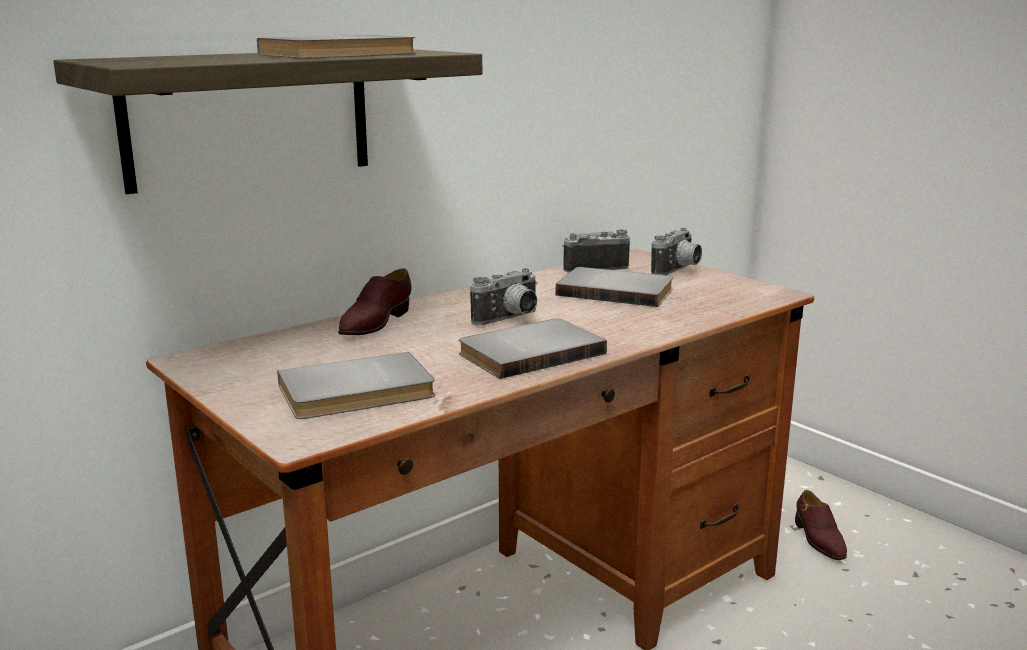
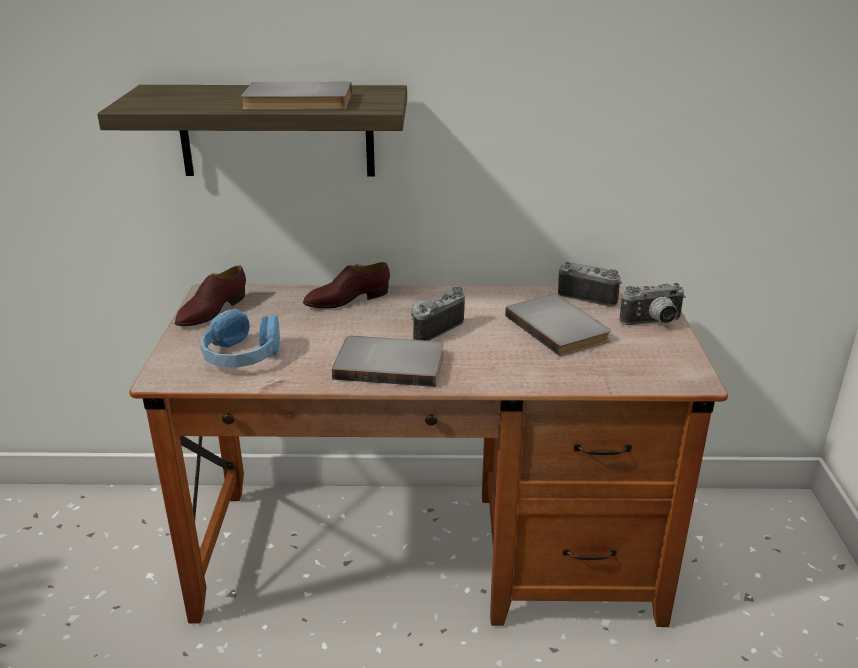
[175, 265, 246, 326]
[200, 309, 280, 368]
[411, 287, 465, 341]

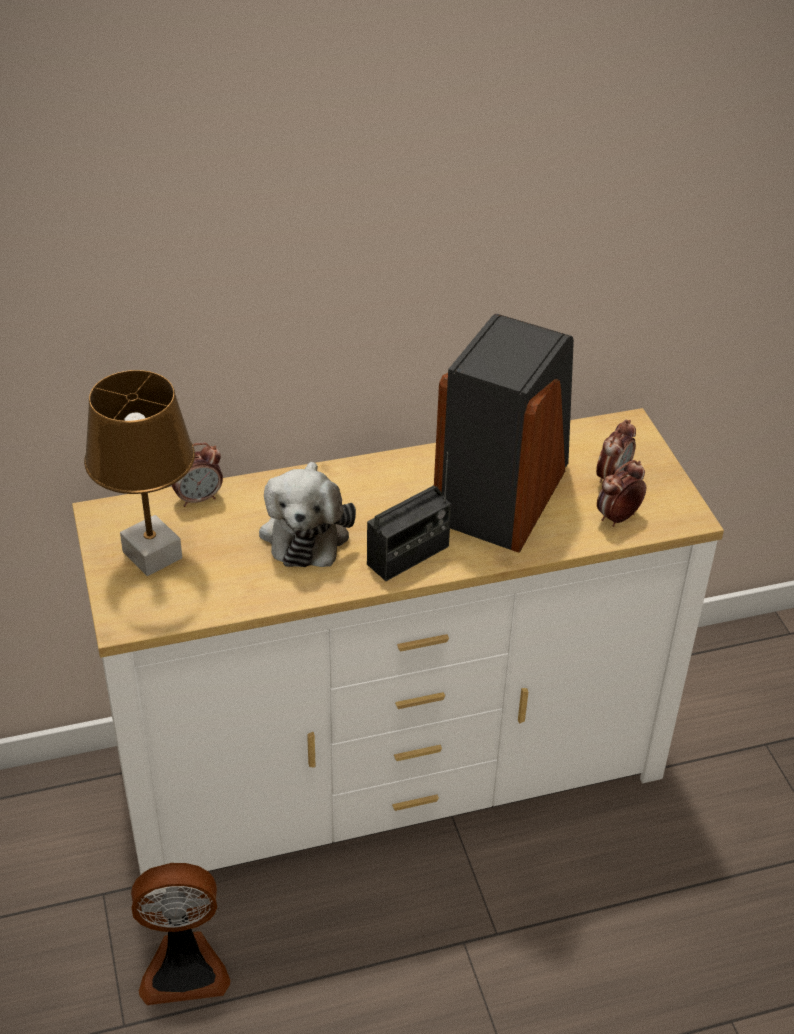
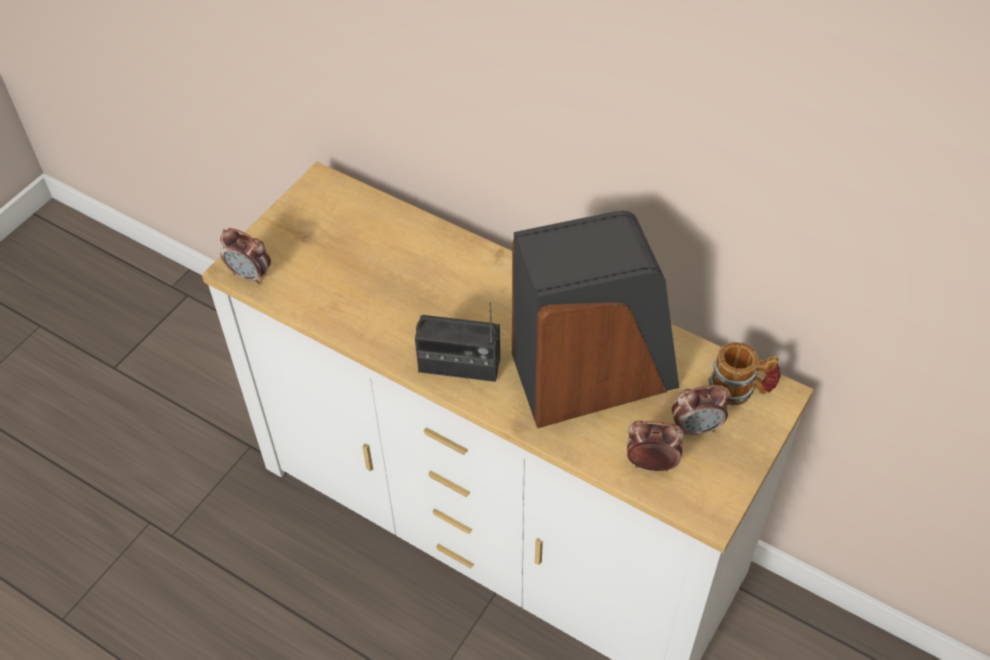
[220, 228, 271, 285]
[708, 342, 781, 405]
[84, 370, 195, 576] (first image)
[131, 863, 230, 1005] (first image)
[259, 462, 356, 567] (first image)

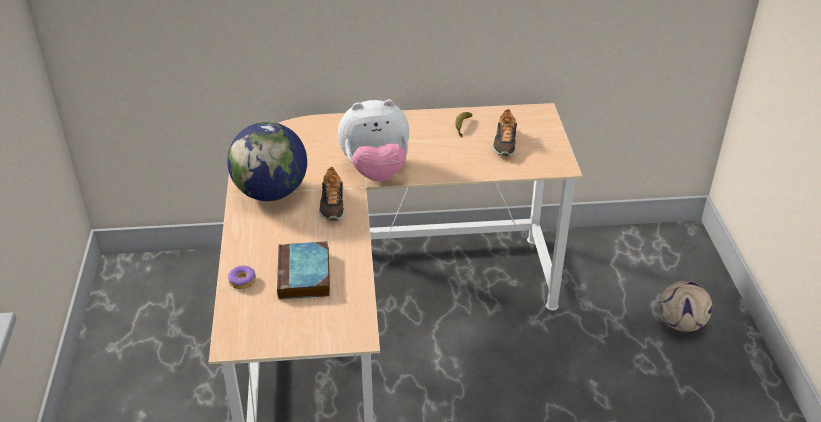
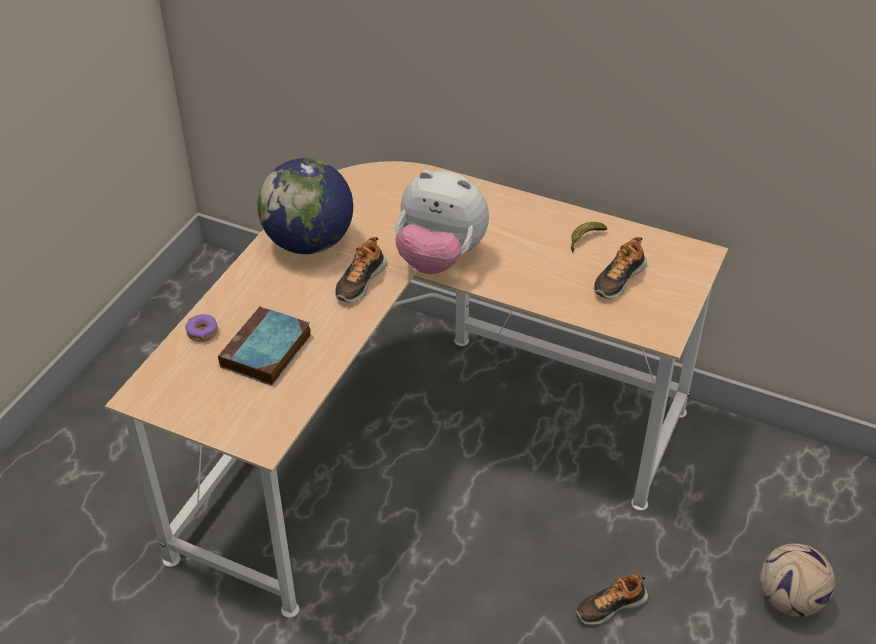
[576, 574, 648, 625]

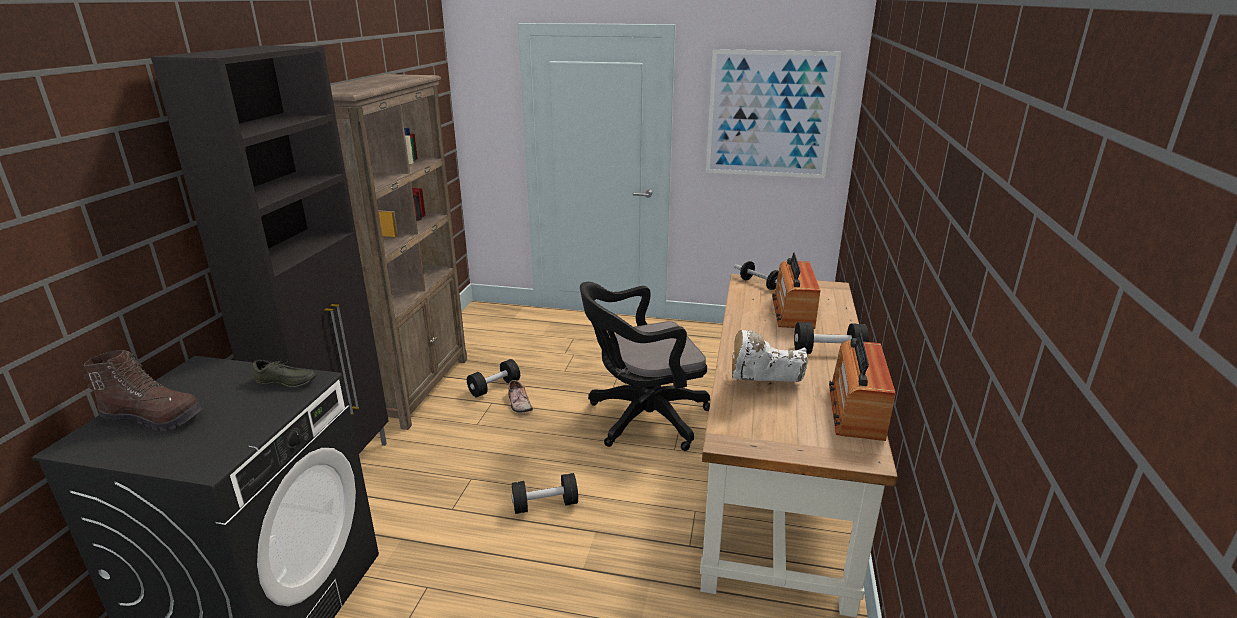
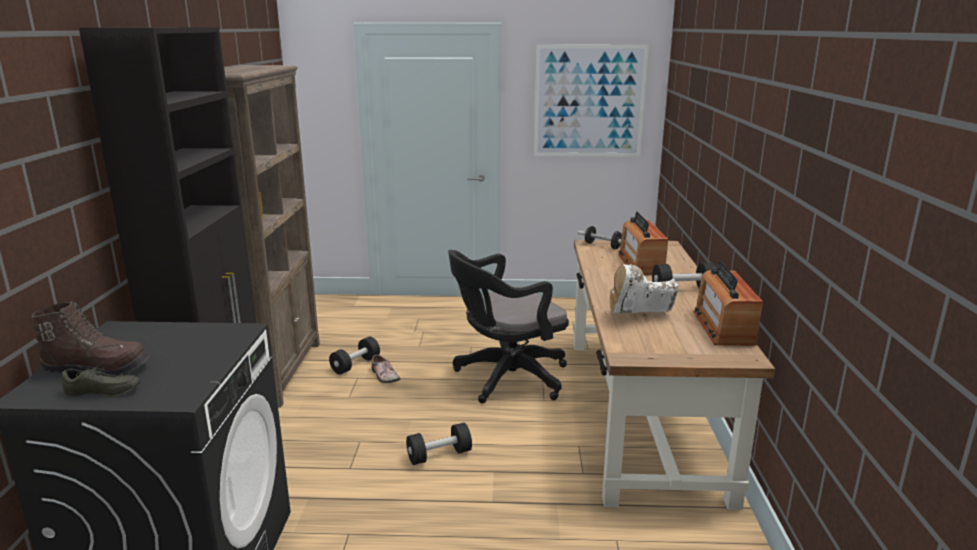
[62, 365, 141, 397]

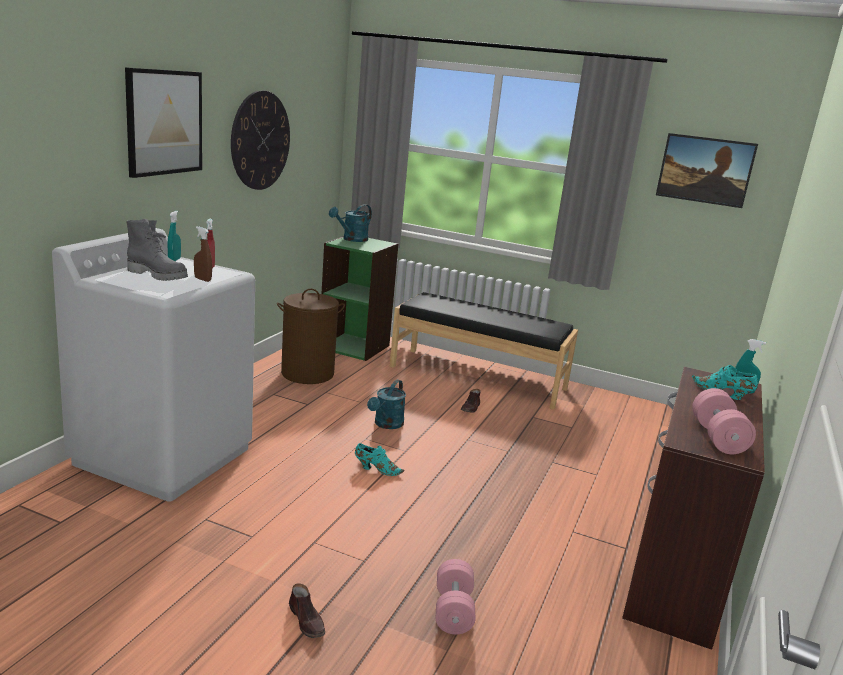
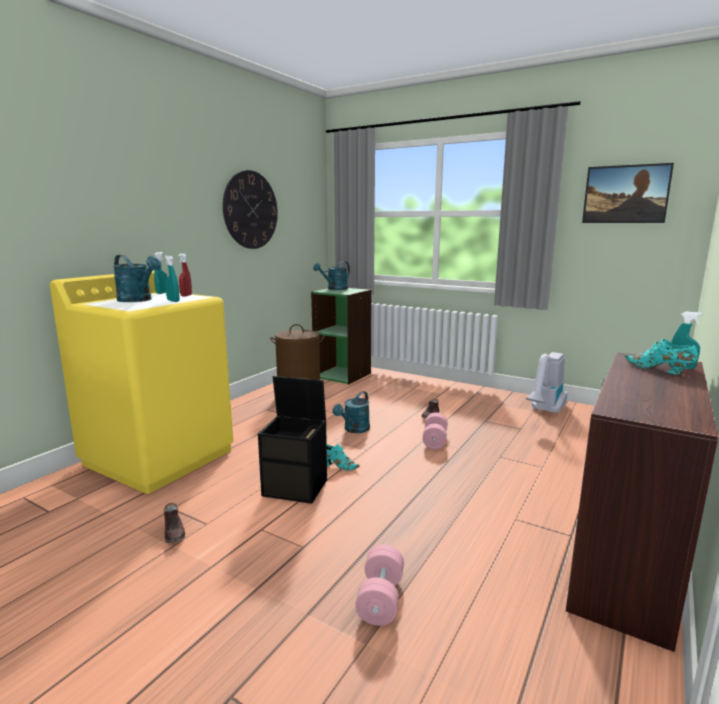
[50, 271, 233, 494]
[113, 255, 161, 302]
[164, 256, 180, 302]
[164, 503, 185, 543]
[258, 376, 327, 504]
[422, 413, 448, 449]
[525, 352, 567, 414]
[125, 67, 202, 178] (first image)
[390, 292, 578, 410] (first image)

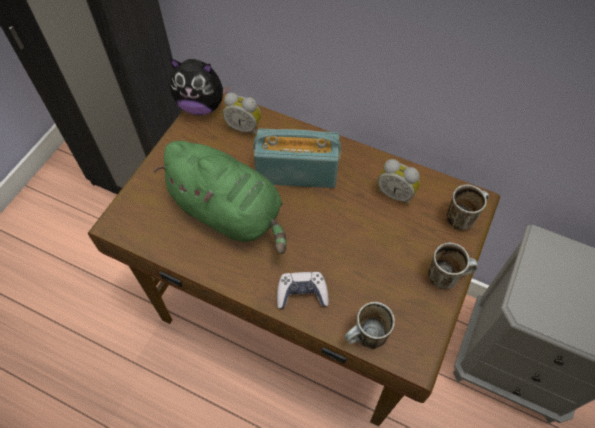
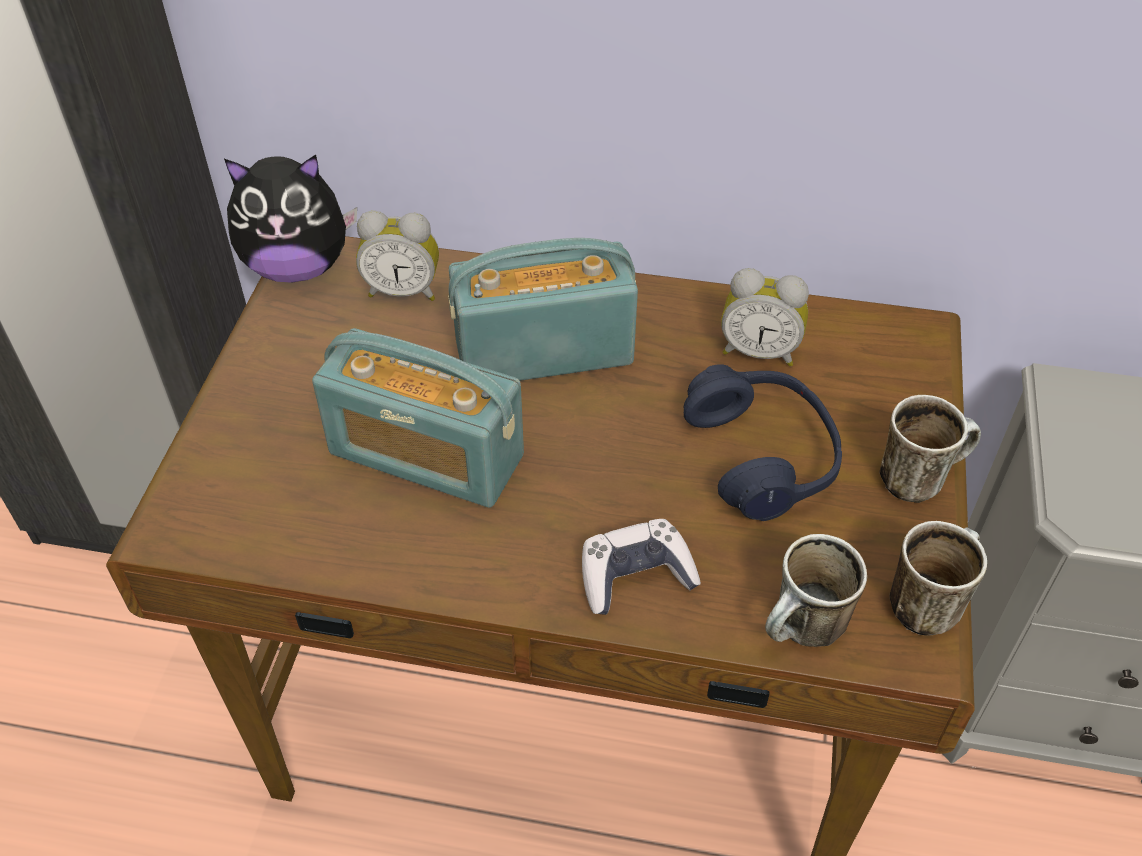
[312, 328, 524, 508]
[684, 364, 842, 521]
[889, 521, 987, 636]

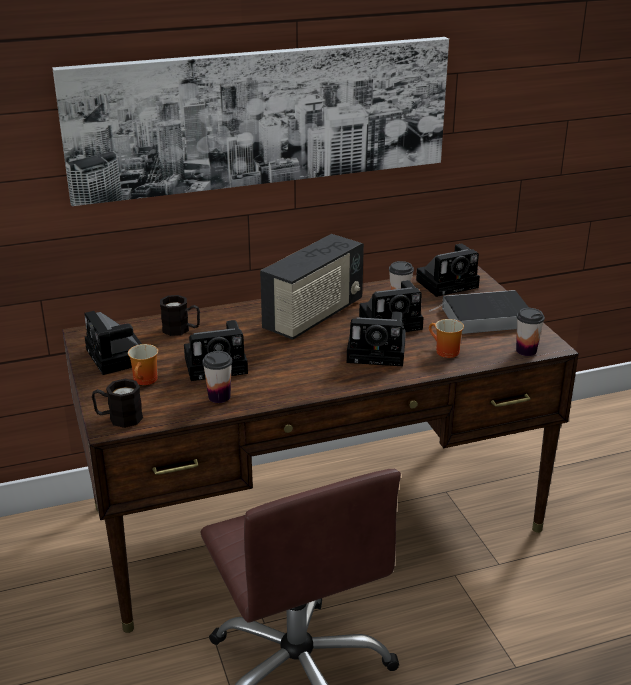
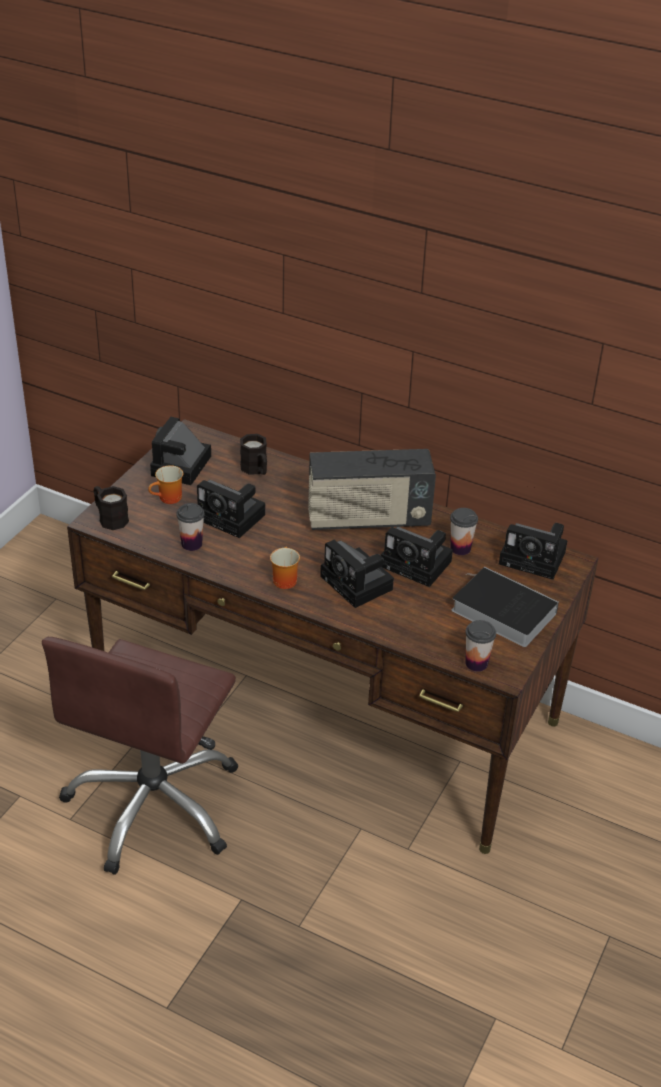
[270, 547, 300, 589]
[52, 37, 449, 206] (first image)

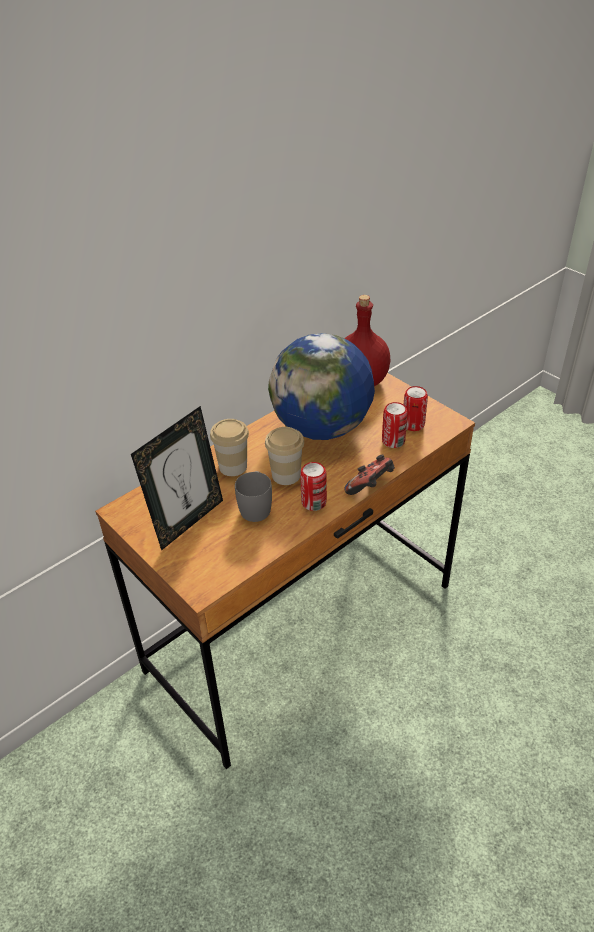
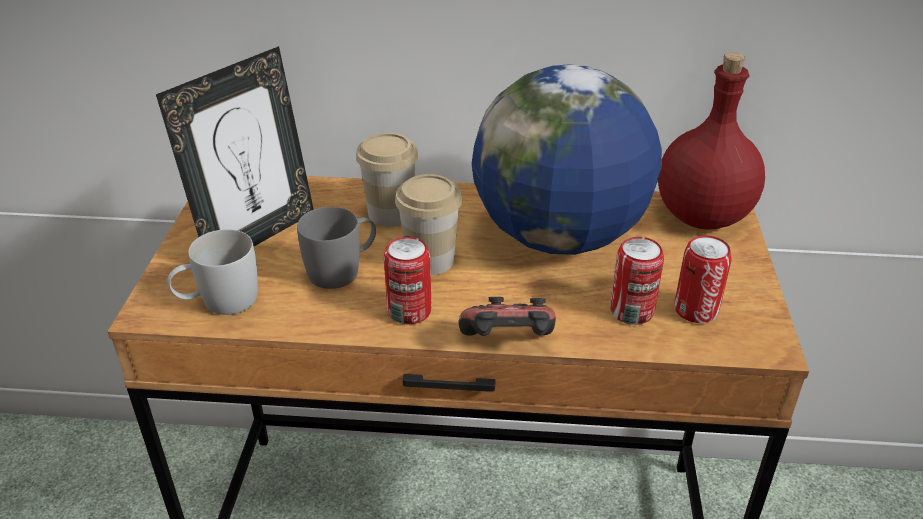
[156, 46, 314, 246]
[168, 229, 258, 315]

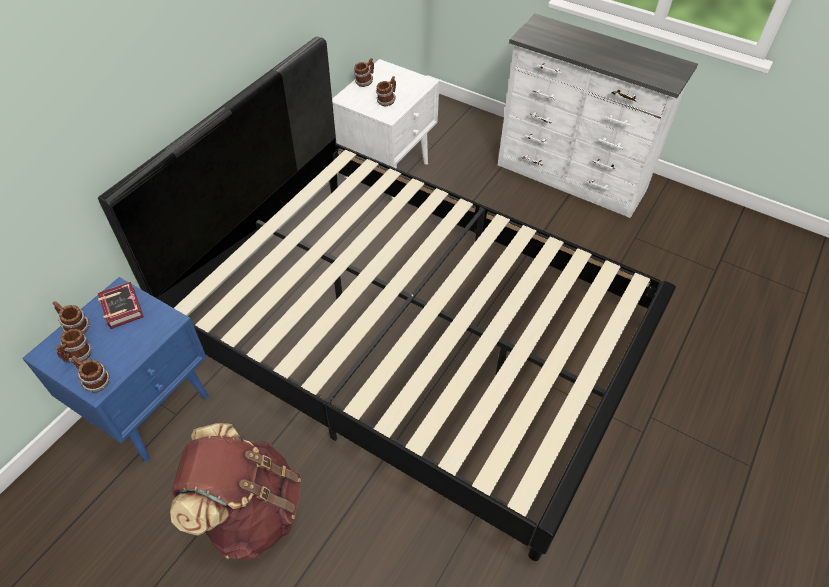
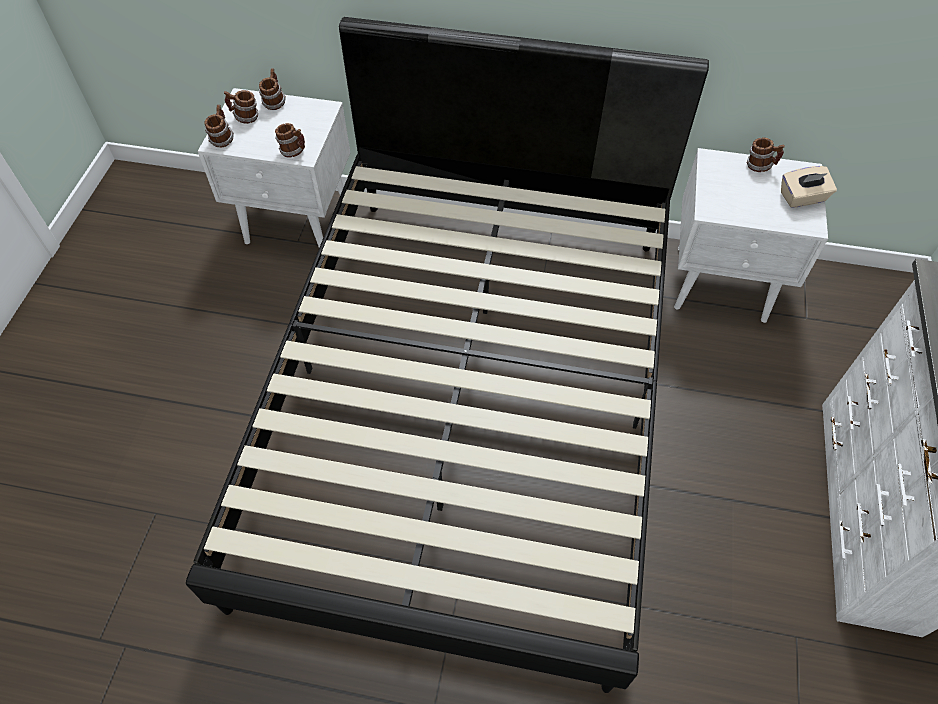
[198, 88, 350, 247]
[275, 123, 305, 158]
[781, 166, 837, 208]
[98, 282, 144, 329] (first image)
[170, 423, 301, 560] (first image)

